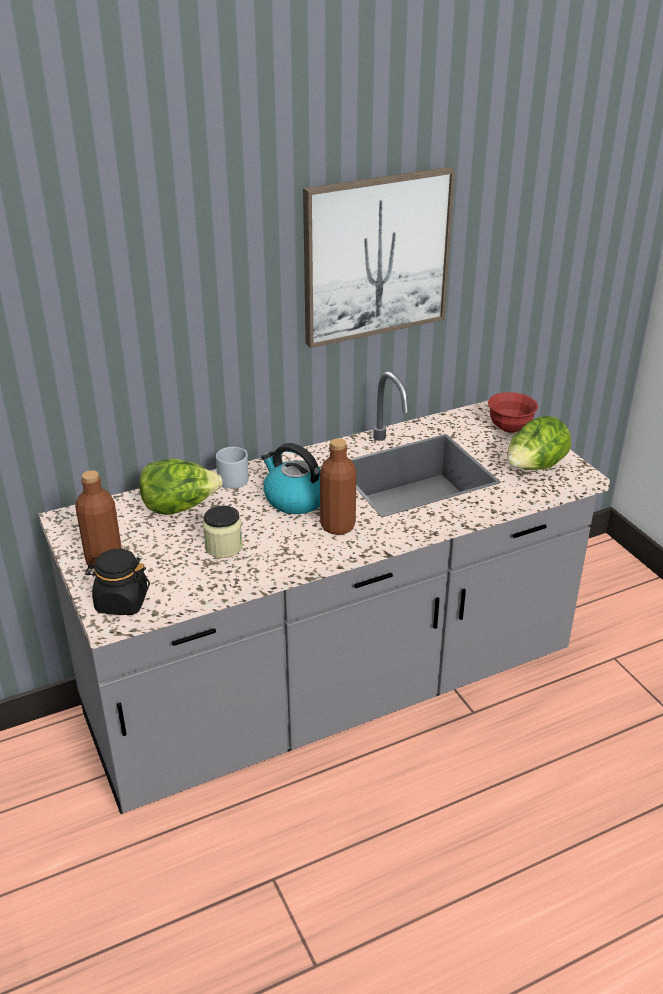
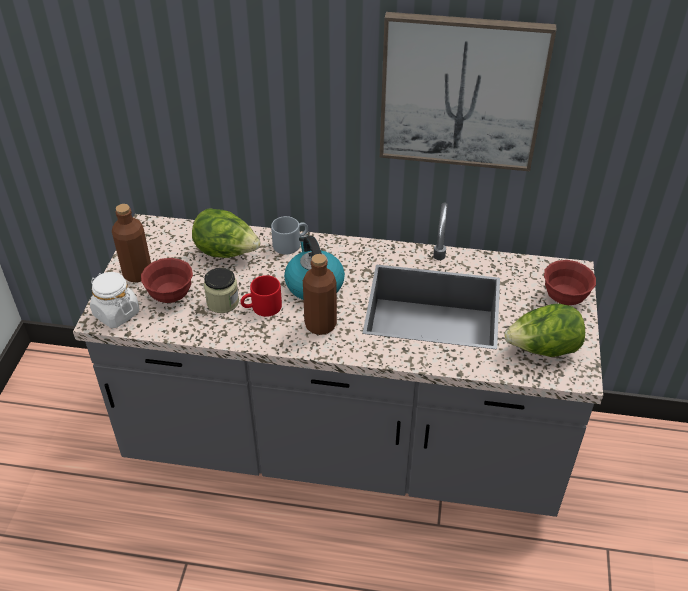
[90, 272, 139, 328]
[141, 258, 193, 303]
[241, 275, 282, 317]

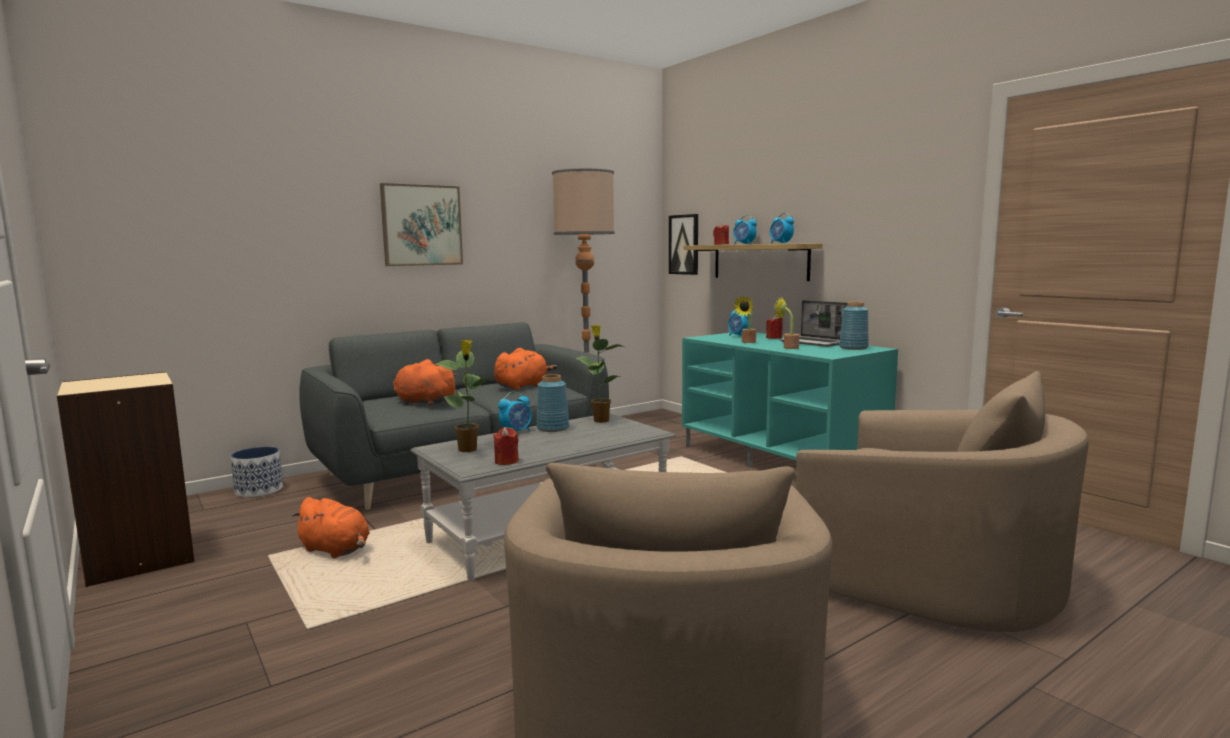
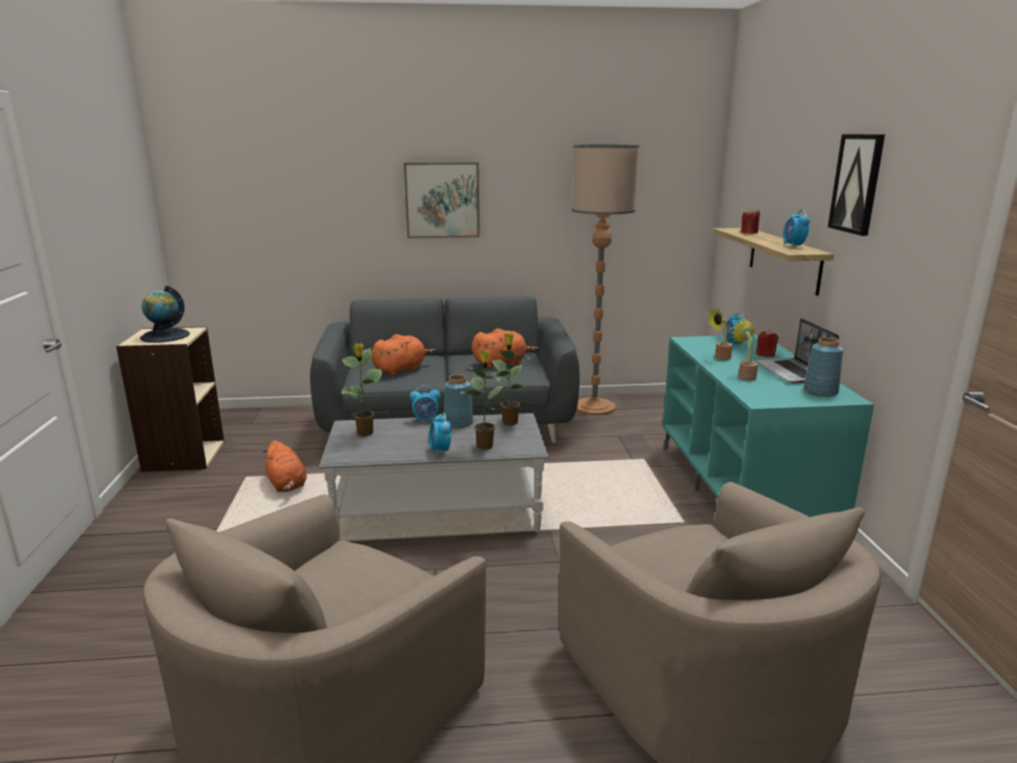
[140, 286, 190, 343]
[372, 334, 437, 375]
[429, 413, 451, 456]
[460, 350, 508, 450]
[828, 134, 885, 236]
[231, 446, 283, 497] (first image)
[493, 427, 519, 465] (first image)

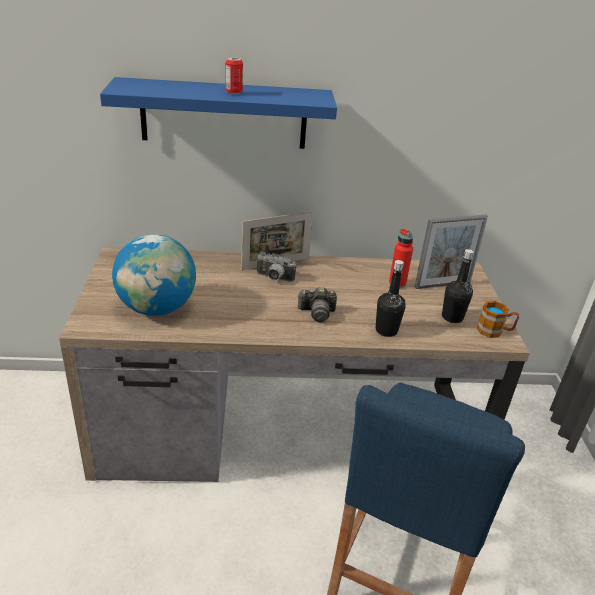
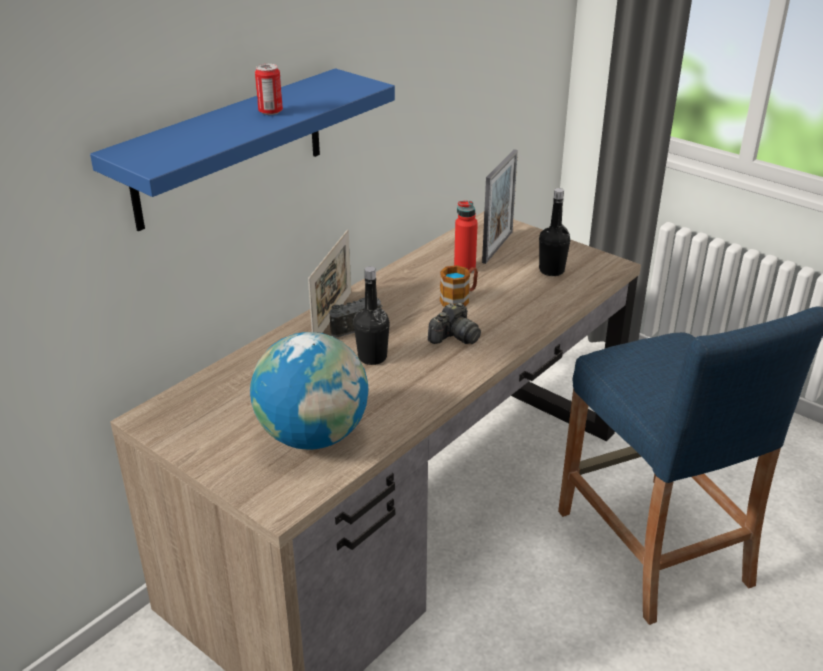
[354, 266, 390, 365]
[440, 265, 478, 307]

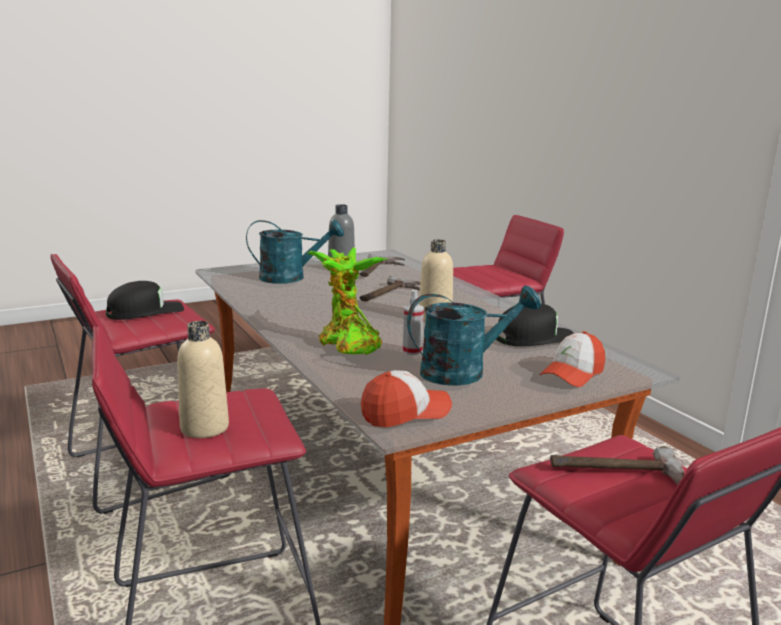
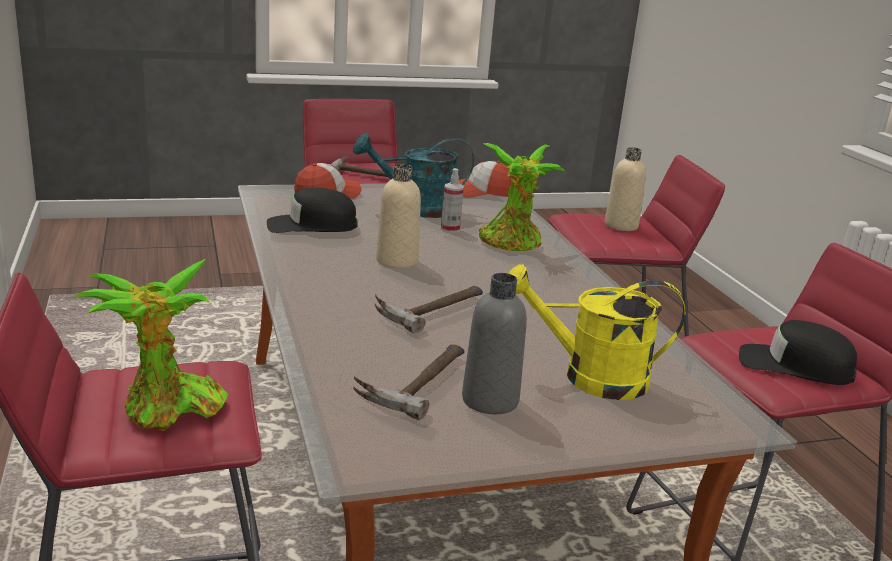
[75, 259, 229, 431]
[508, 264, 685, 400]
[739, 320, 857, 385]

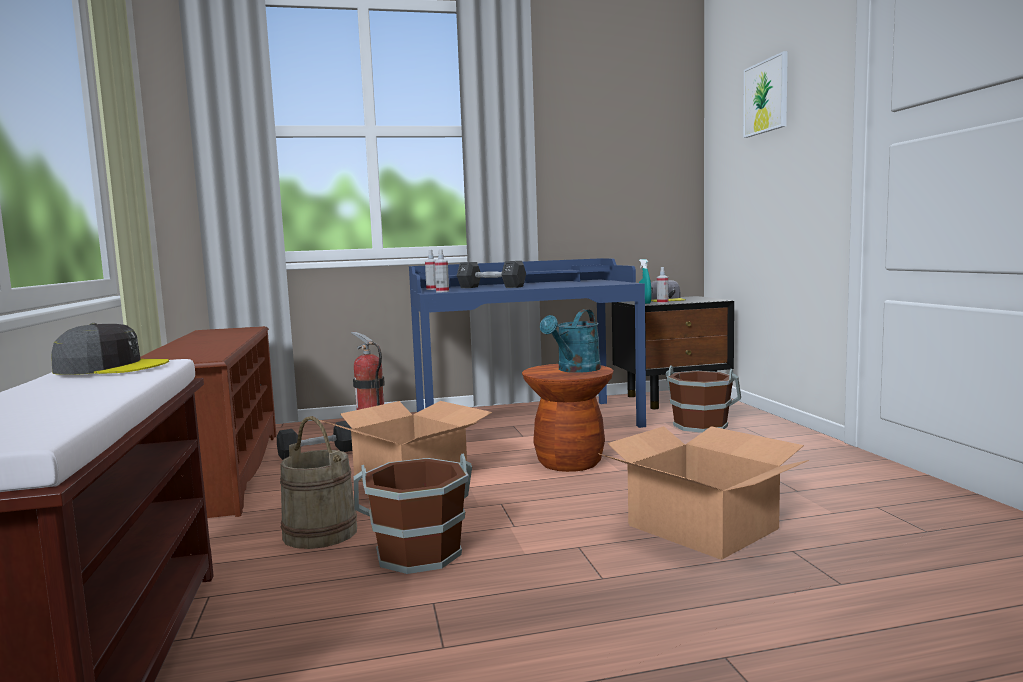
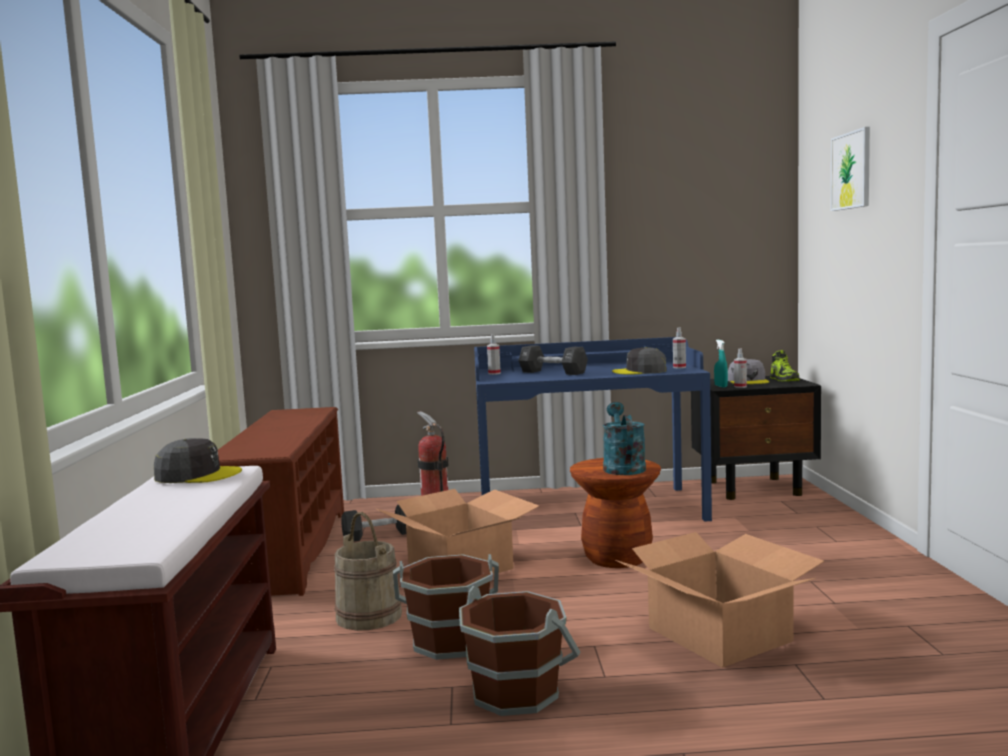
[459, 586, 580, 716]
[603, 402, 646, 475]
[612, 347, 667, 375]
[673, 327, 686, 368]
[770, 350, 800, 381]

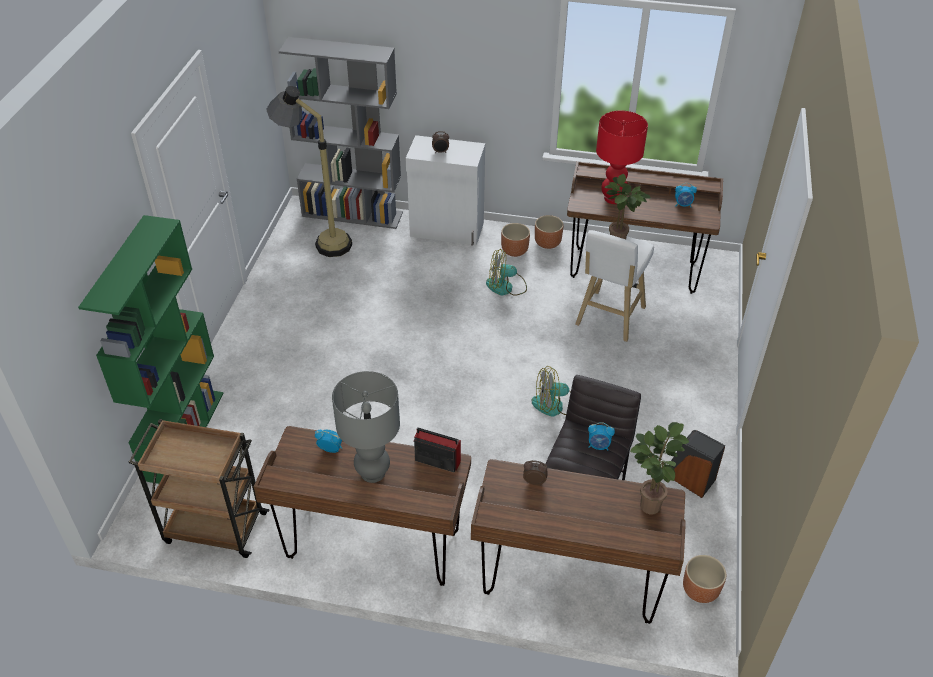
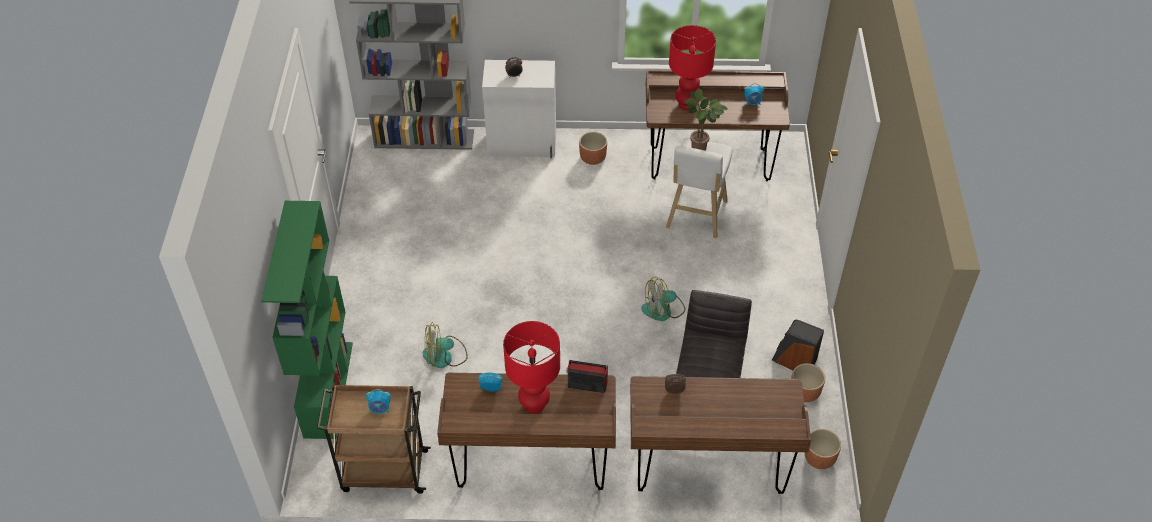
[366, 389, 391, 414]
[423, 322, 468, 368]
[503, 321, 560, 413]
[791, 363, 825, 402]
[266, 86, 352, 257] (first image)
[630, 422, 689, 514] (first image)

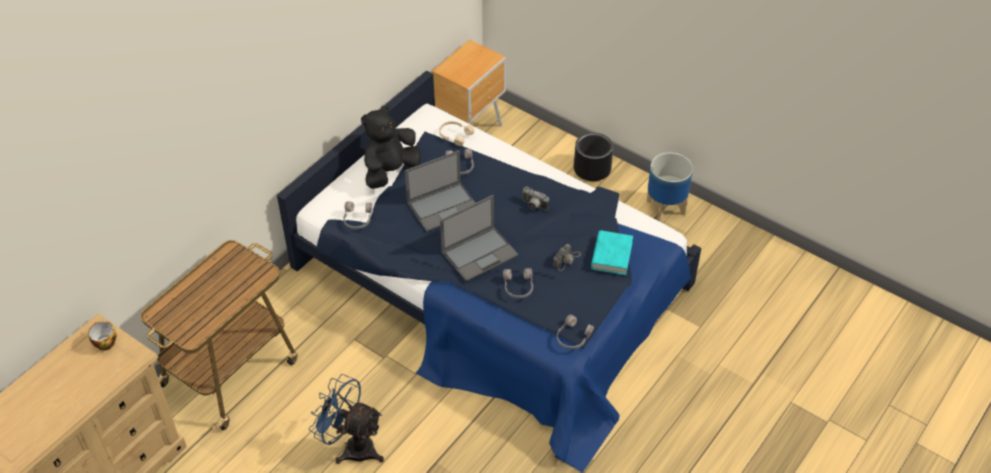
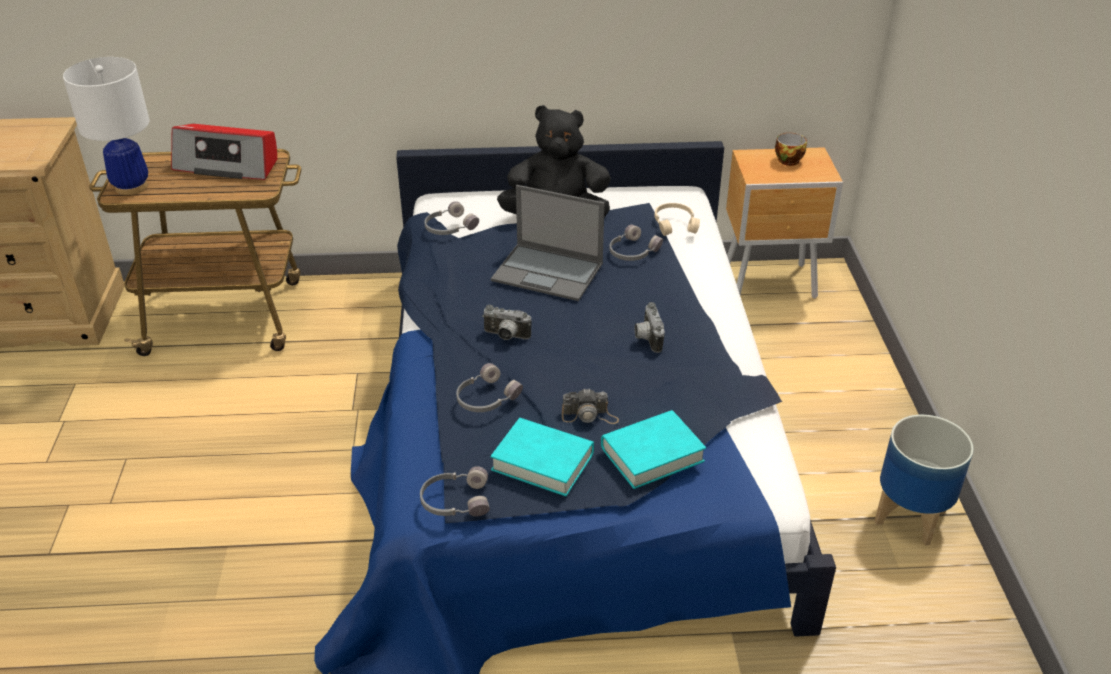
[63, 57, 150, 195]
[171, 124, 277, 180]
[482, 305, 532, 340]
[490, 418, 594, 496]
[775, 133, 807, 166]
[309, 374, 384, 464] (first image)
[574, 133, 613, 181] (first image)

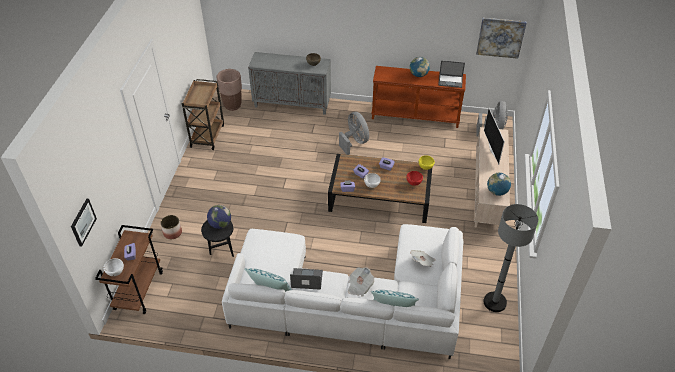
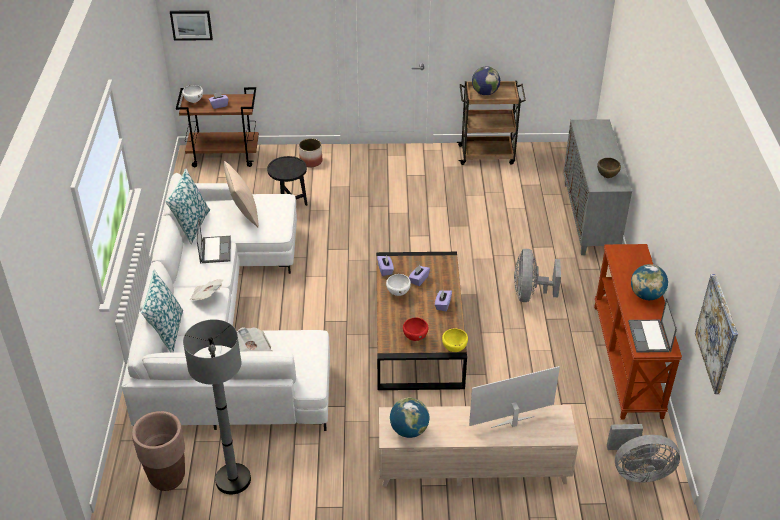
[132, 411, 185, 491]
[224, 161, 259, 227]
[472, 66, 500, 95]
[514, 249, 561, 302]

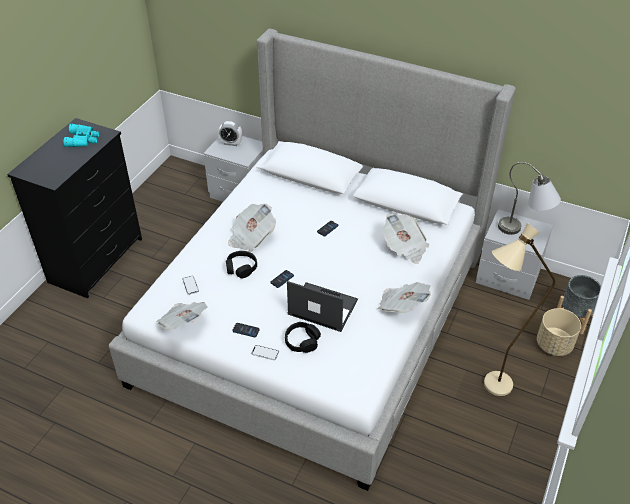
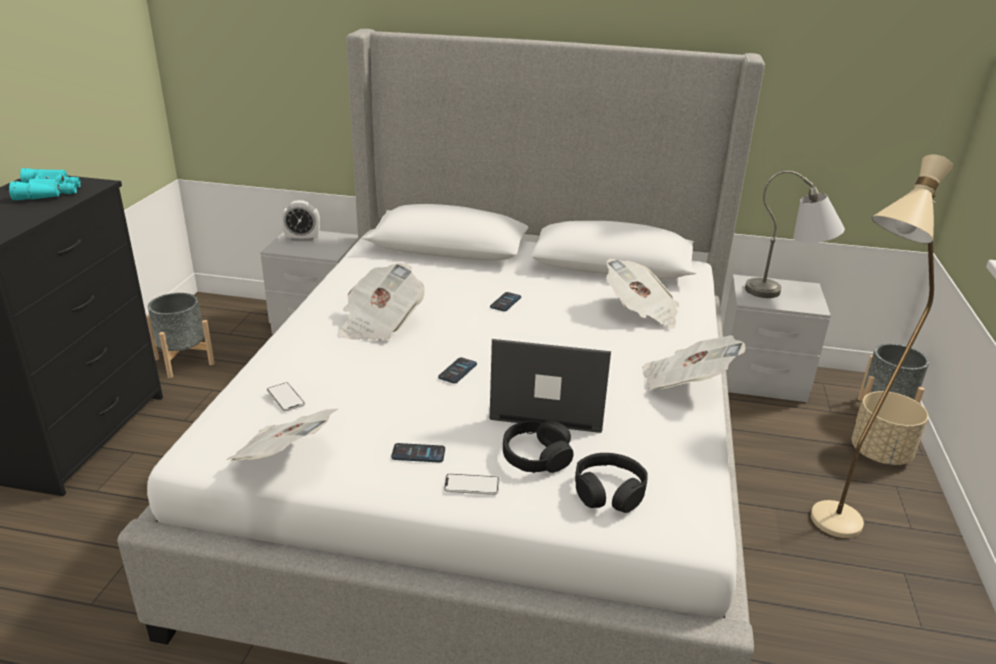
[146, 293, 215, 378]
[575, 453, 648, 513]

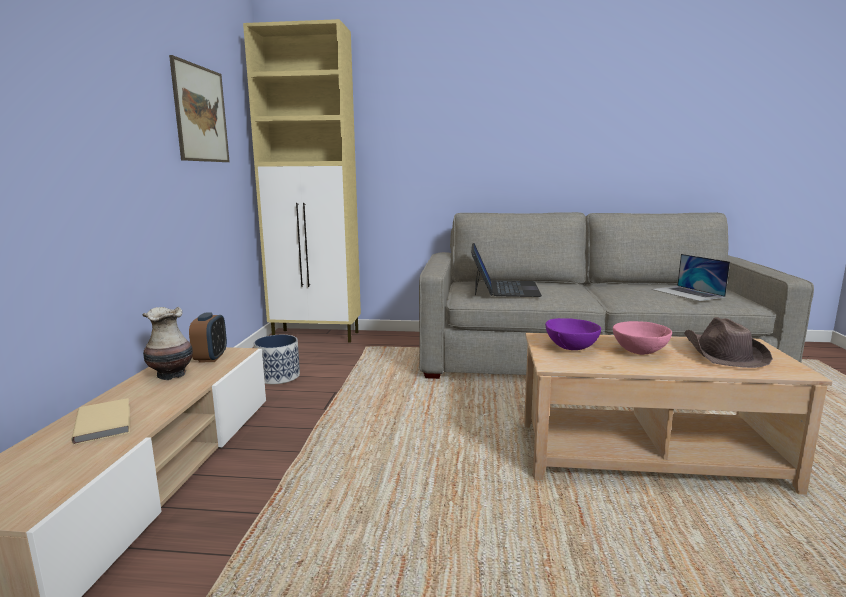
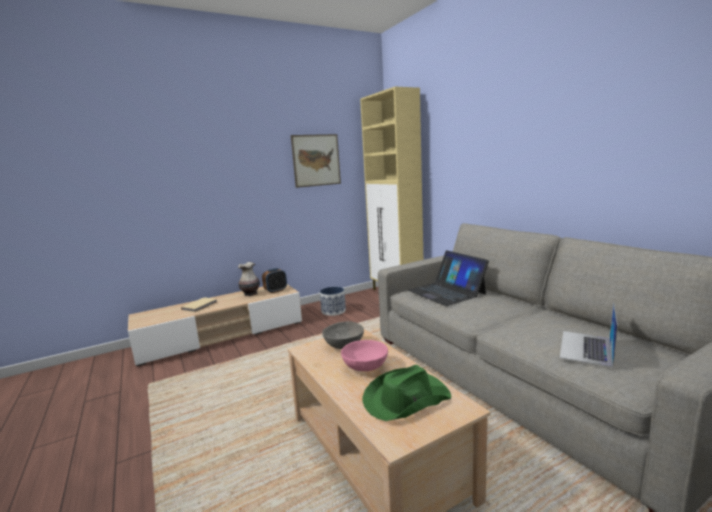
[322, 321, 364, 349]
[362, 365, 451, 421]
[408, 250, 489, 306]

